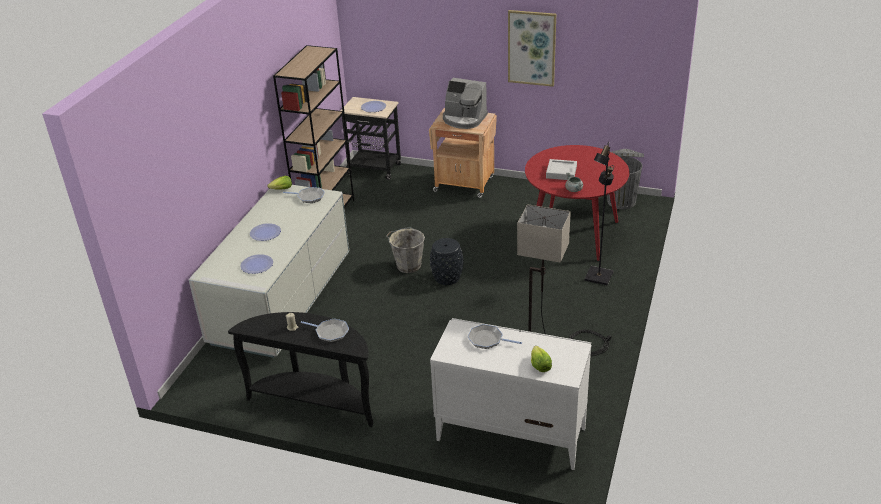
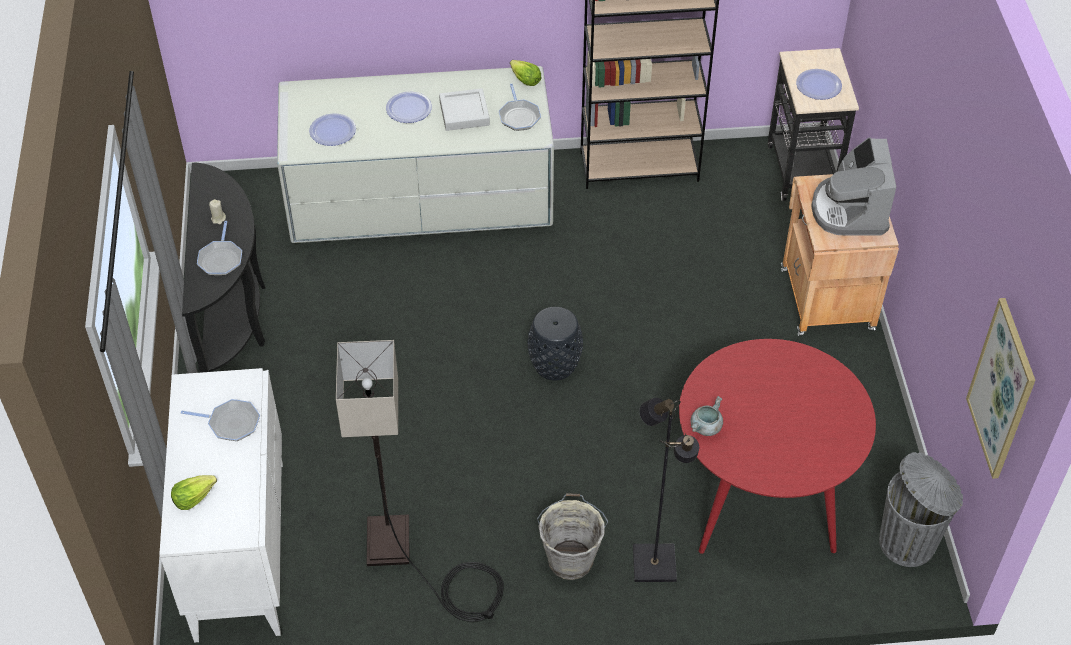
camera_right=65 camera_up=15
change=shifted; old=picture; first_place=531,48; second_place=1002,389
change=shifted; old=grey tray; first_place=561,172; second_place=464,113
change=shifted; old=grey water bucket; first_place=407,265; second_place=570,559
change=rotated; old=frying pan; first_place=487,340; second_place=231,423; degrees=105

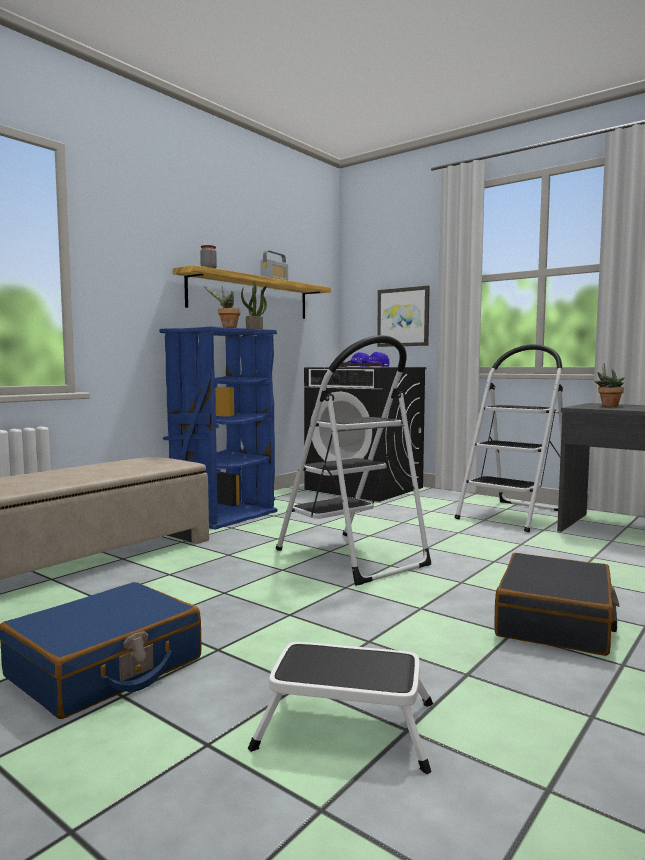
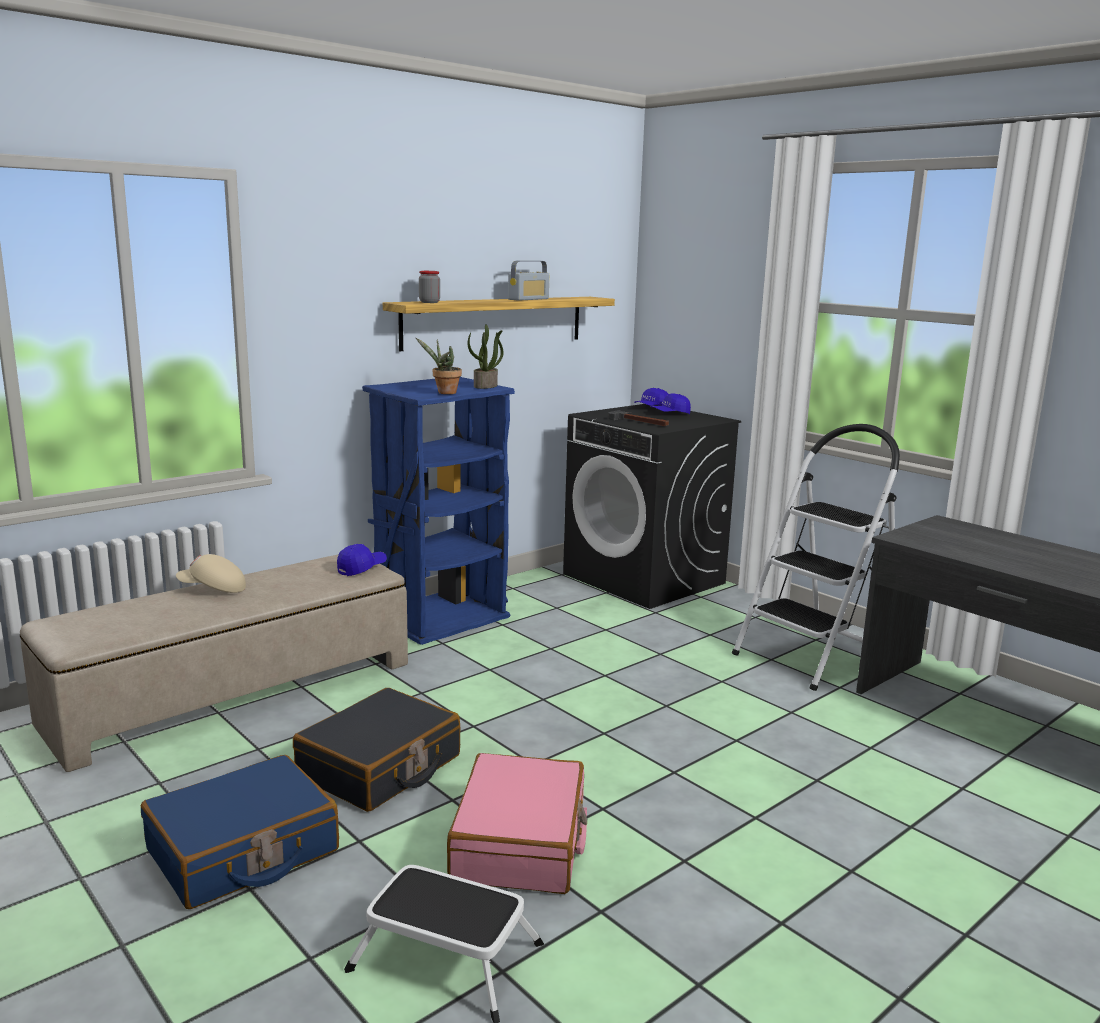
camera_right=10 camera_up=10
change=gone; old=picture; first_place=403,317
change=gone; old=step stool; first_place=352,558
change=gone; old=potted plant; first_place=608,406
change=shifted; old=blackish travel case; first_place=555,621; second_place=380,767
change=new; new=blue peaked cap; second_place=361,568
change=new; new=beige peaked cap; second_place=213,590
change=new; new=pinkish travel case; second_place=520,843

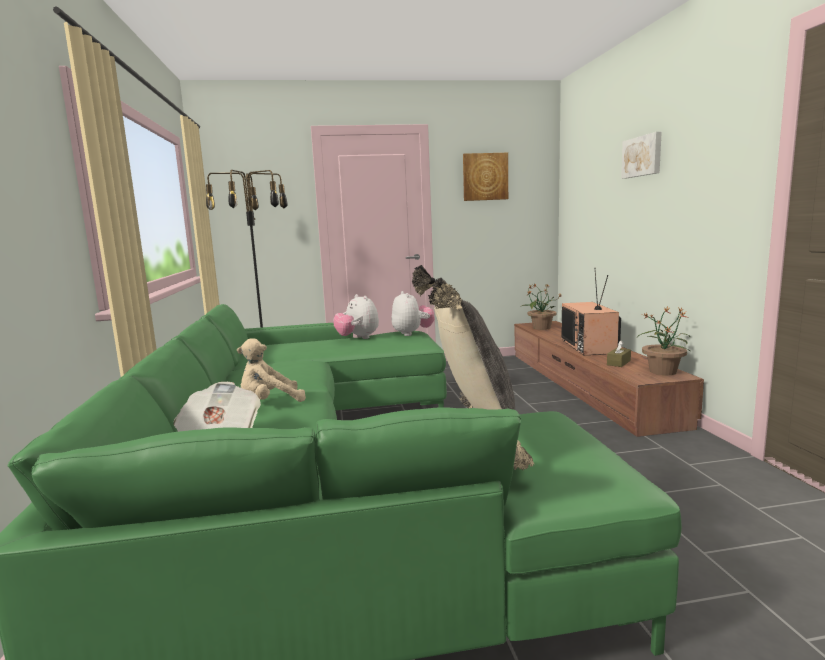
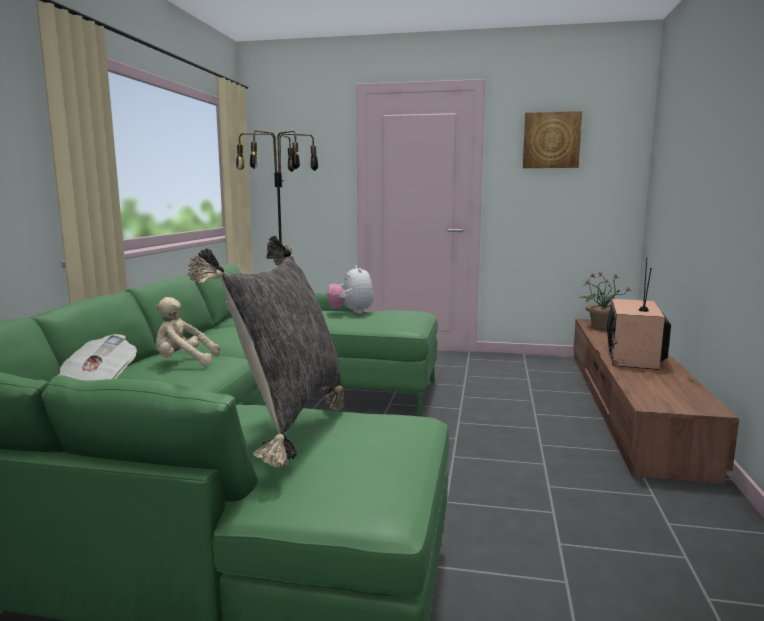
camera_right=20 camera_up=0
change=gone; old=picture; first_place=642,156
change=gone; old=soft toy; first_place=412,333
change=gone; old=potted plant; first_place=662,371
change=gone; old=brownish tissue holder; first_place=618,363

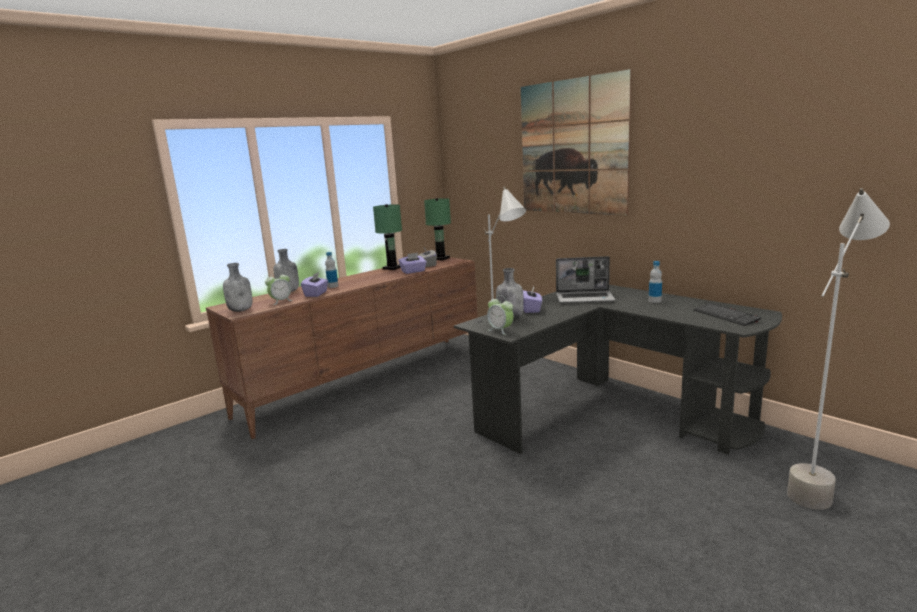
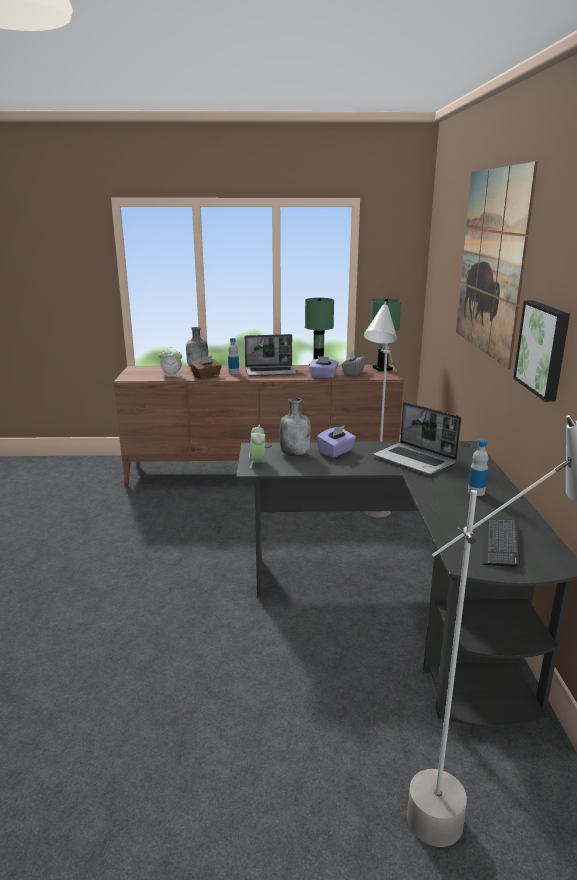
camera_right=40 camera_up=5
change=gone; old=grey drink bottle; first_place=241,310
change=repainted; old=purple tissue holder; new=brownish tissue holder; first_place=316,294; second_place=206,376
change=new; new=picture; second_place=544,349
change=new; new=portable computer; second_place=271,372

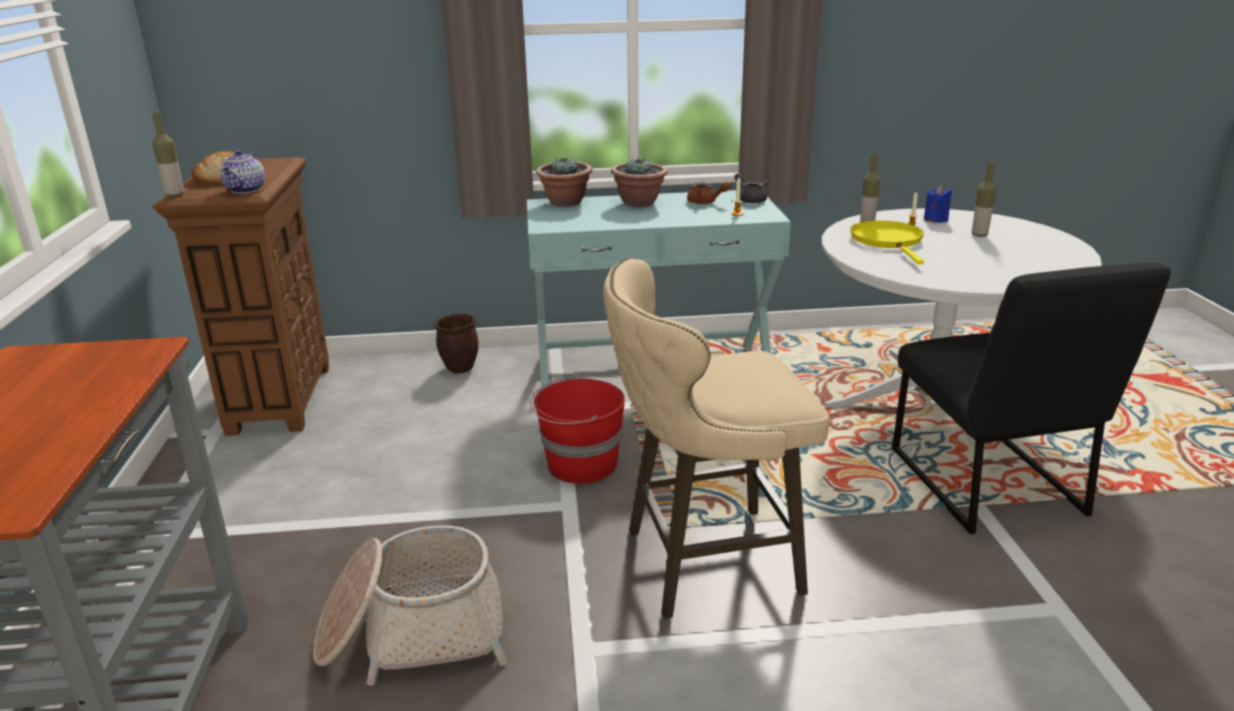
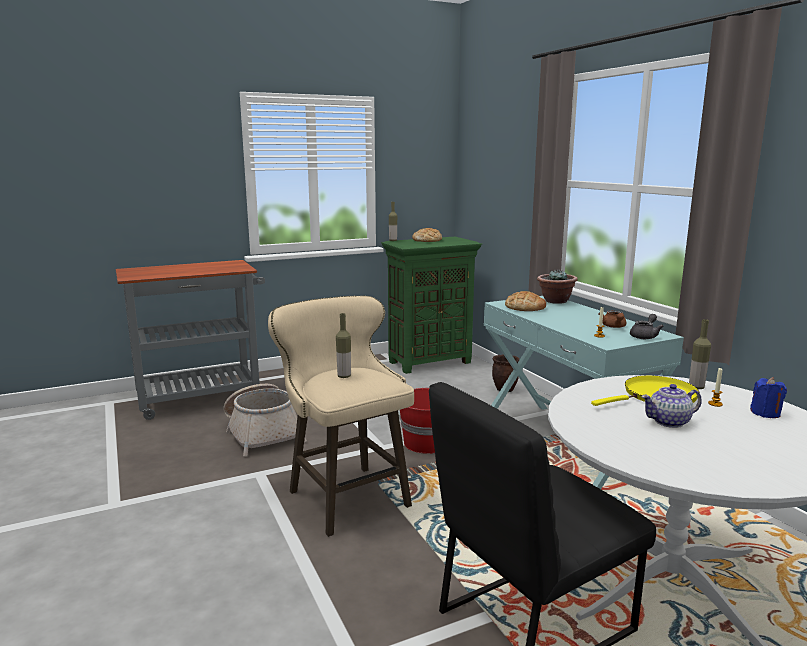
camera_right=70 camera_up=-10
change=shifted; old=teapot; first_place=246,190; second_place=669,422
change=repainted; old=brownish cupboard; new=green-coloured cupboard; first_place=279,399; second_place=430,362
change=gone; old=potted plant; first_place=639,203
change=shifted; old=drink bottle; first_place=979,235; second_place=344,376
change=new; new=bread; second_place=525,307

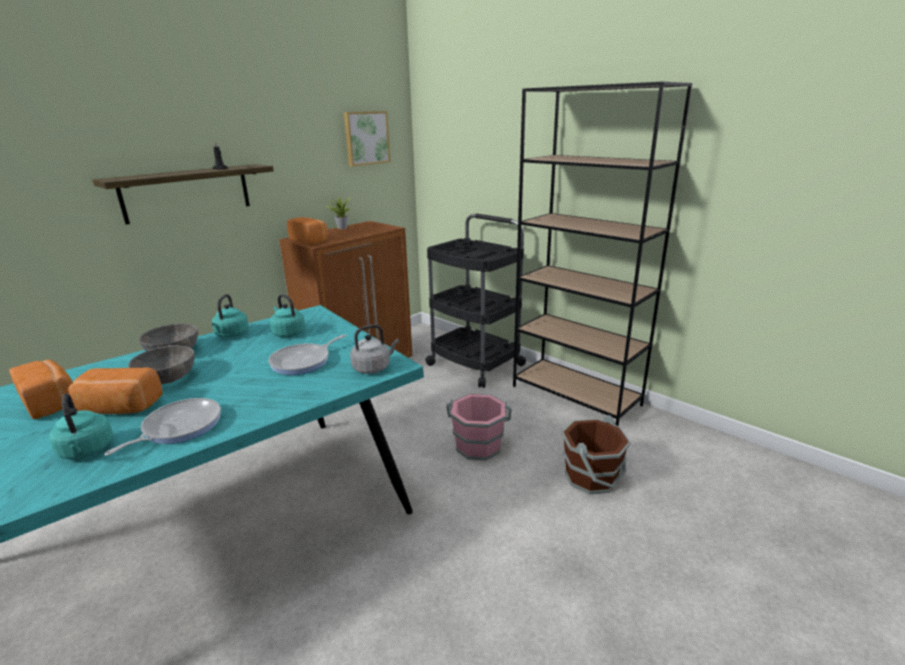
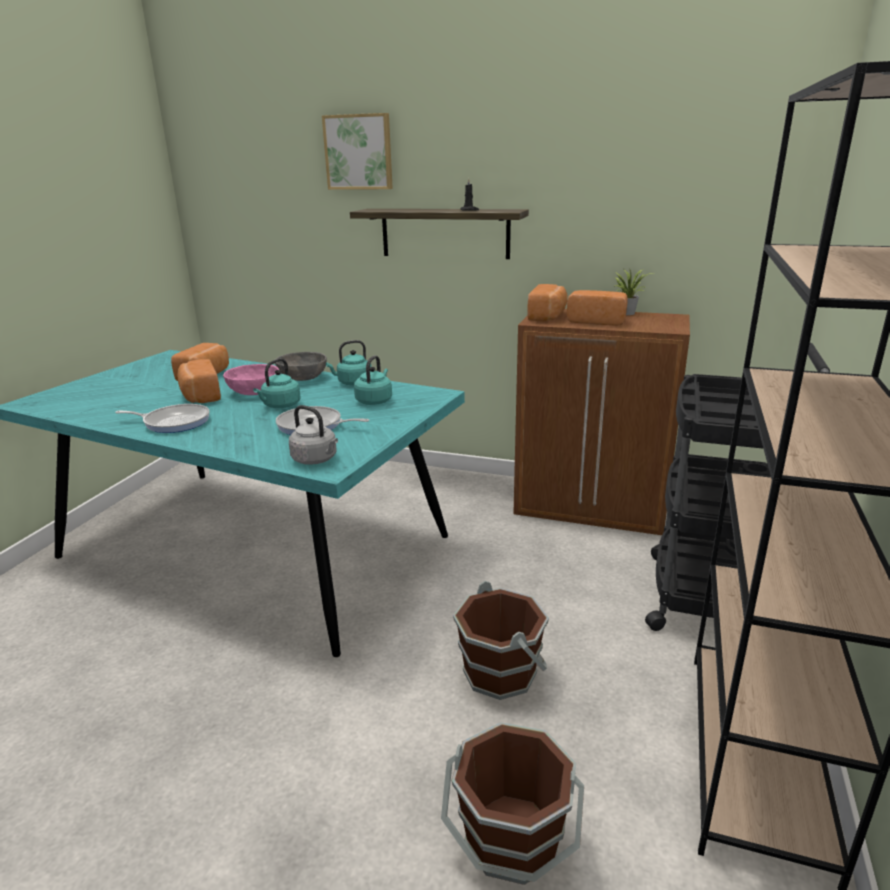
camera_right=65 camera_up=0
change=shifted; old=picture; first_place=366,138; second_place=359,152
change=repainted; old=grey bowl; new=pinkish bowl; first_place=167,378; second_place=254,392
change=shifted; old=turquoise-coloured water kettle; first_place=87,451; second_place=280,406
change=repainted; old=pinkish water bucket; new=brownish water bucket; first_place=478,445; second_place=501,671
change=new; new=bread; second_place=597,321

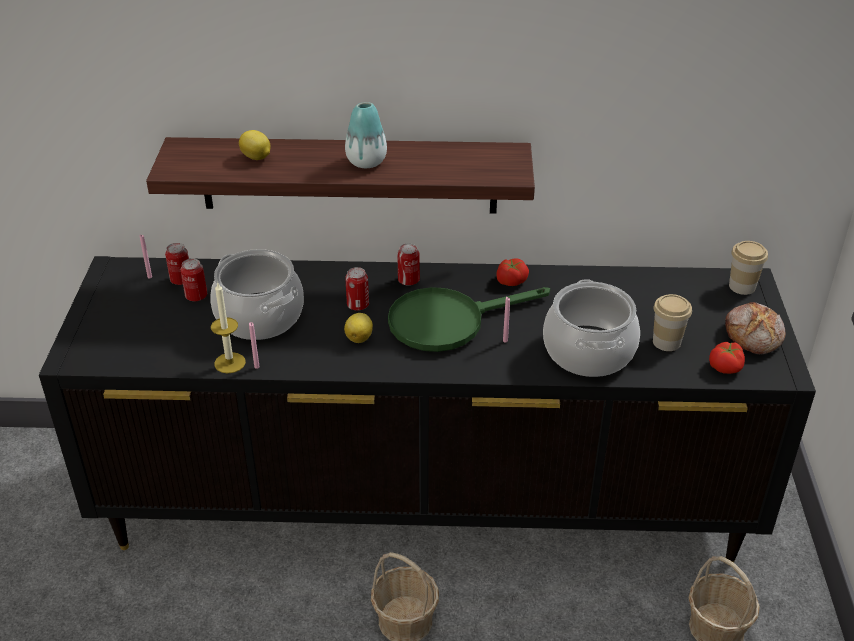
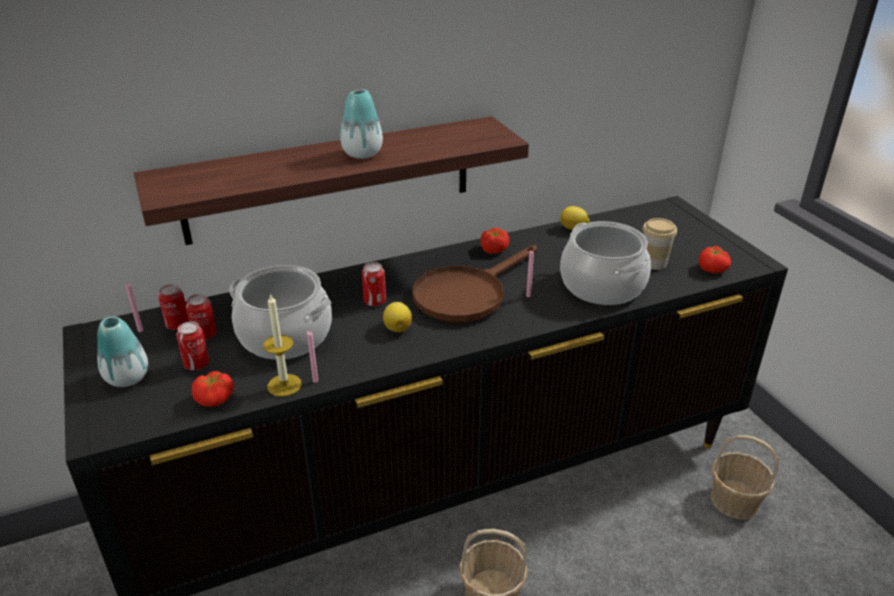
camera_right=-25 camera_up=-5
change=shifted; old=citrus fruit; first_place=256,158; second_place=573,228
change=gone; old=drinking cup; first_place=742,286
change=shifted; old=can; first_place=408,280; second_place=196,364
change=repainted; old=green-coloured frying pan; new=brownish frying pan; first_place=448,321; second_place=467,293
change=gone; old=bread; first_place=754,336
change=new; new=flower vase; second_place=127,378
change=new; new=tomato; second_place=215,399

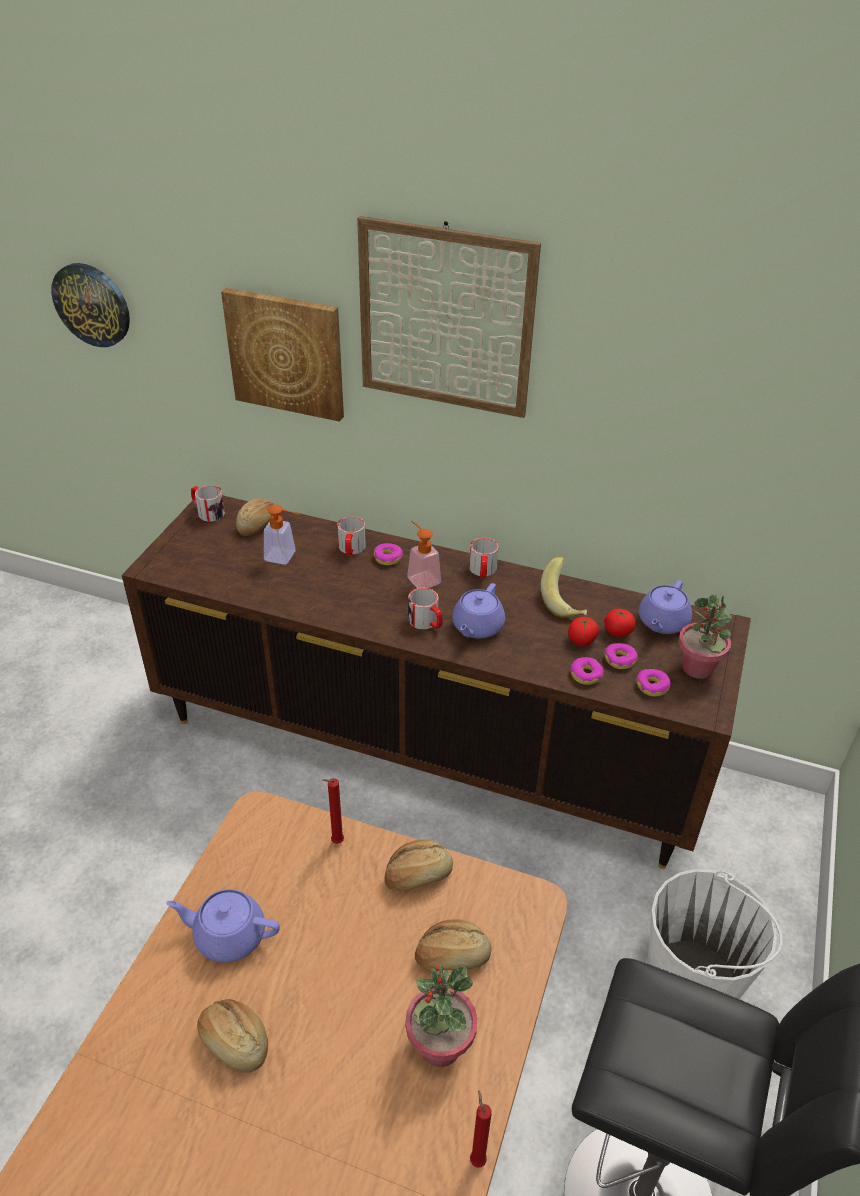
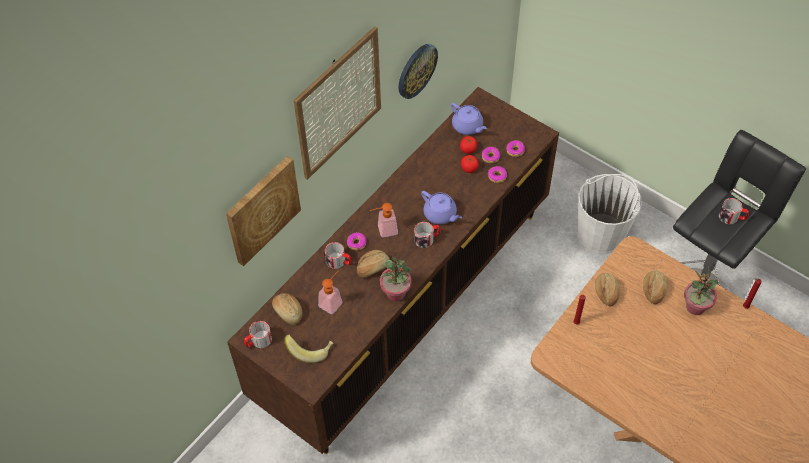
camera_right=-70 camera_up=15
change=shifted; old=hanging clock; first_place=92,304; second_place=416,70
change=shifted; old=tea mug; first_place=482,571; second_place=732,217
change=shifted; old=banana; first_place=564,602; second_place=310,350
change=shifted; old=potted plant; first_place=697,668; second_place=396,293
change=gone; old=purple teapot; first_place=228,935
change=shifted; old=bread; first_place=235,1041; second_place=372,267

